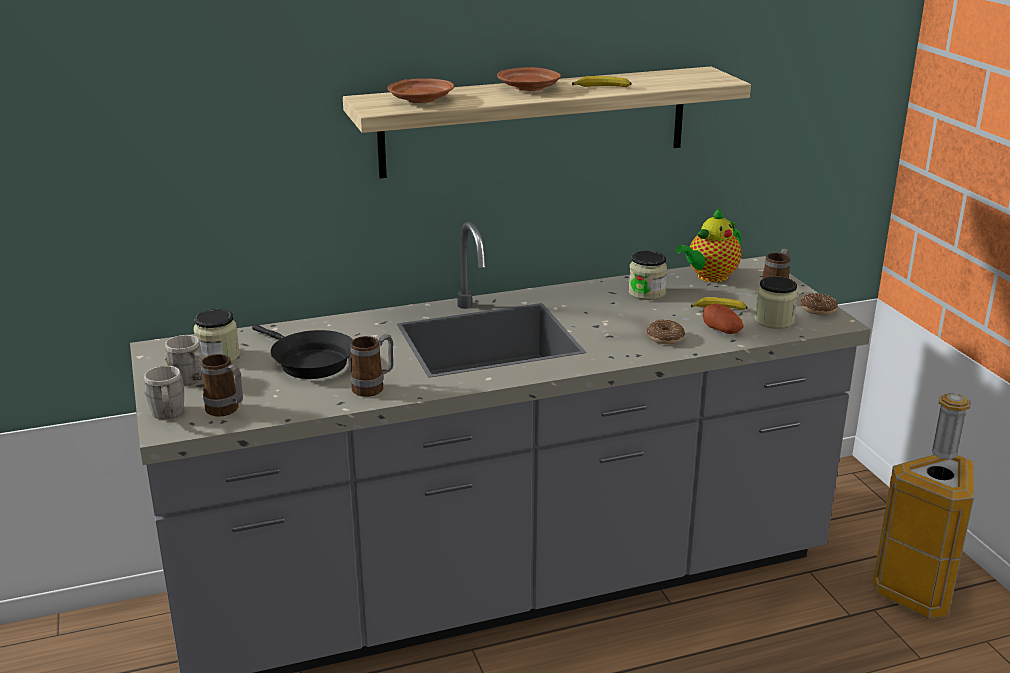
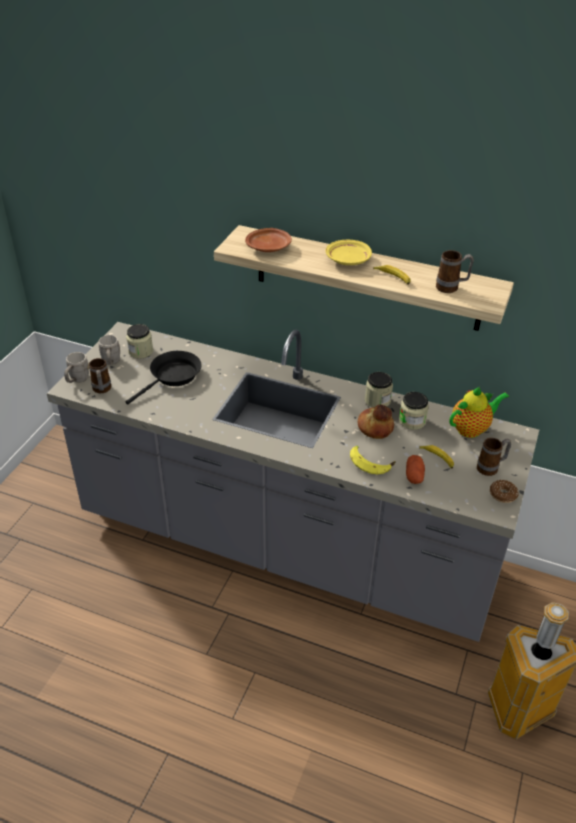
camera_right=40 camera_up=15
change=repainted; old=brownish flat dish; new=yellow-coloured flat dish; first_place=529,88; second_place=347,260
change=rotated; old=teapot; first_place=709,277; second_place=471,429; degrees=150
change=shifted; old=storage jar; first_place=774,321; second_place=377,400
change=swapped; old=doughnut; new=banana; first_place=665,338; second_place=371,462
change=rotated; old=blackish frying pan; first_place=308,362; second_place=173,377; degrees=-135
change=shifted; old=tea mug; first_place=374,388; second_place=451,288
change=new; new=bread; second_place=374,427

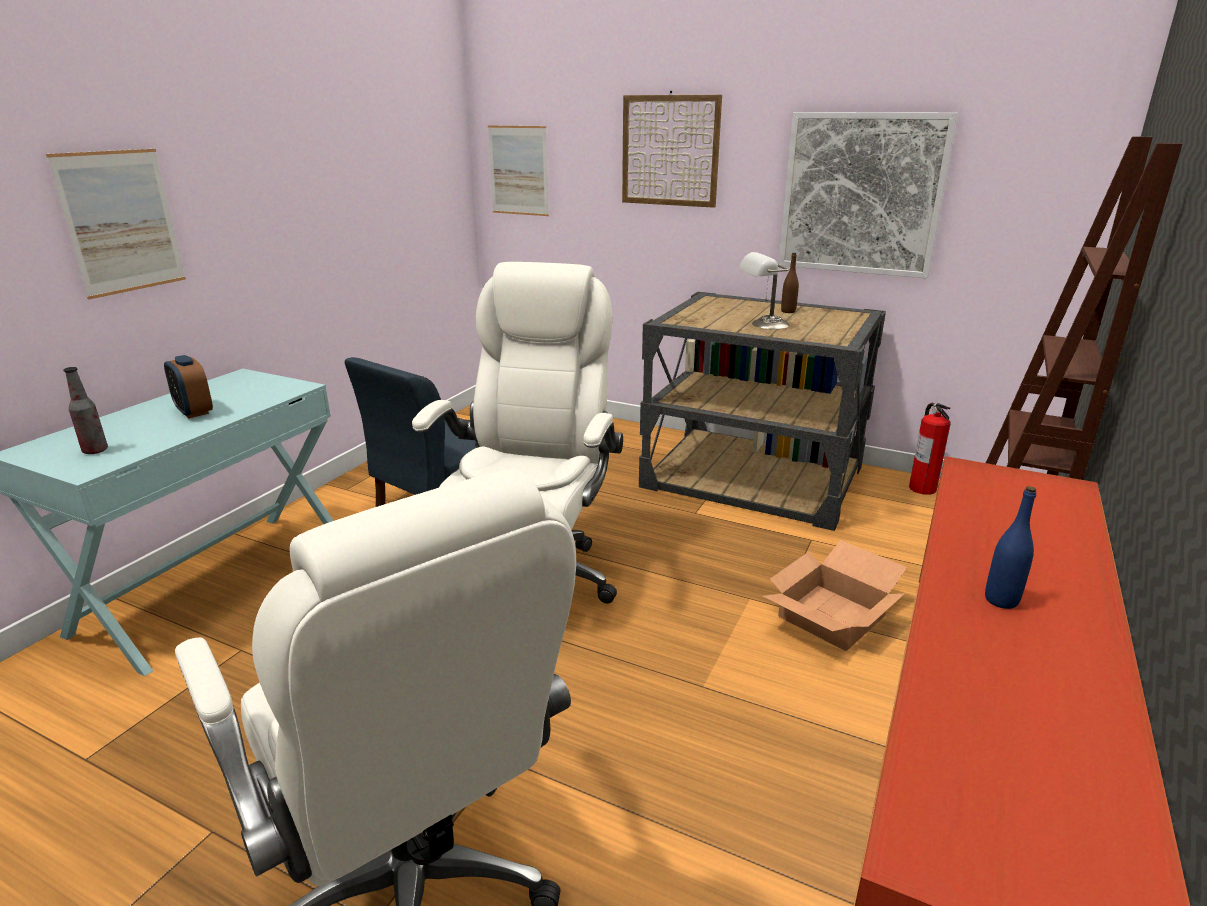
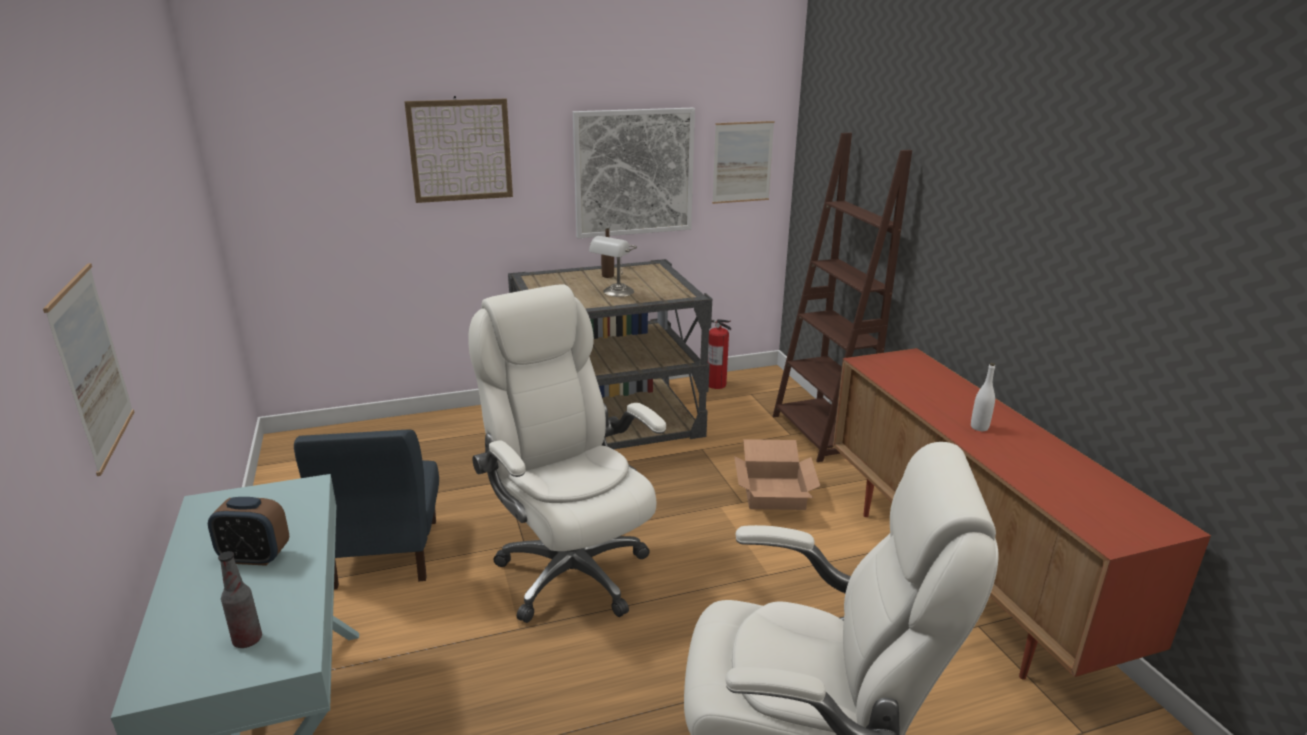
camera_right=-45 camera_up=0
change=shifted; old=picture; first_place=518,171; second_place=742,162
change=repainted; old=blue drink bottle; new=whitish drink bottle; first_place=1001,600; second_place=979,427

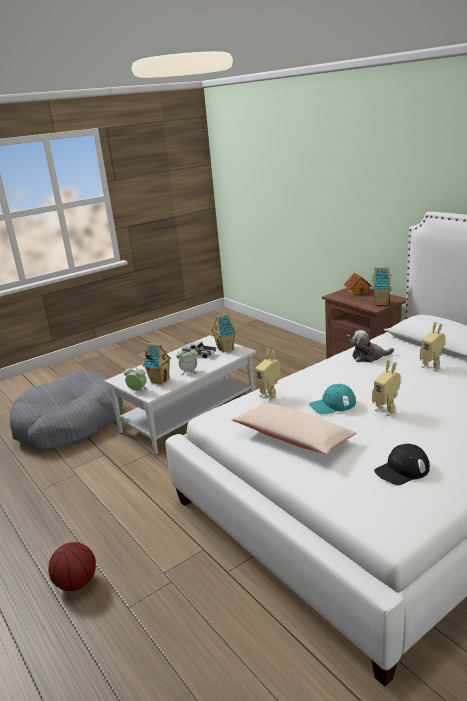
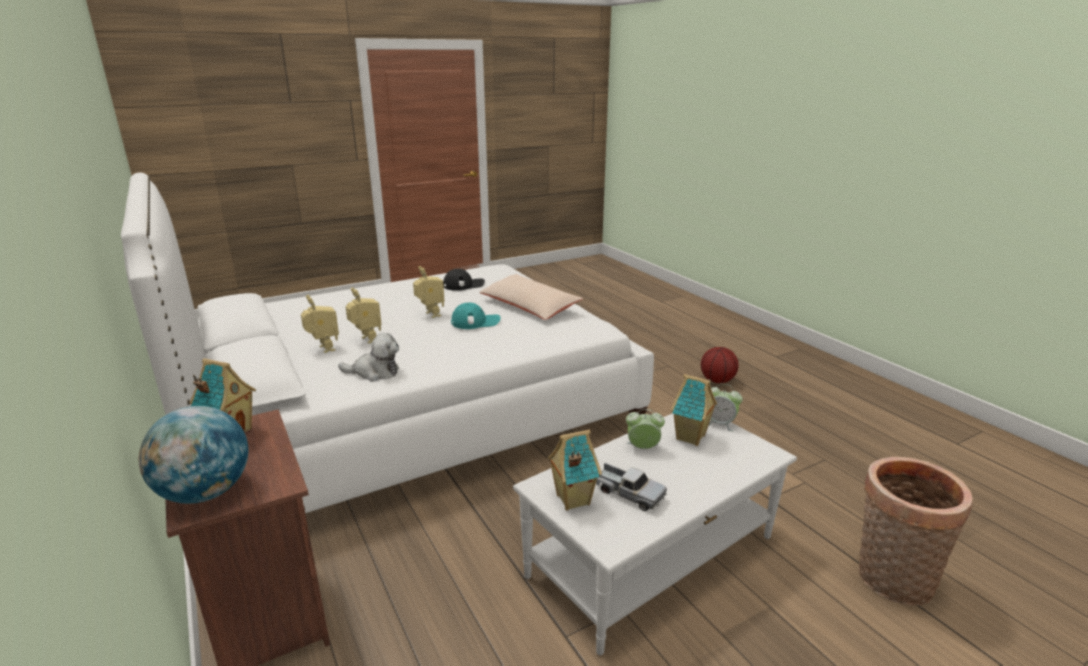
camera_right=-175 camera_up=0
change=swapped; old=toy house; new=world globe; first_place=357,291; second_place=205,493
change=shifted; old=toy robot; first_place=269,395; second_place=366,340
change=swapped; old=grey pet bed; new=basket; first_place=69,423; second_place=890,581

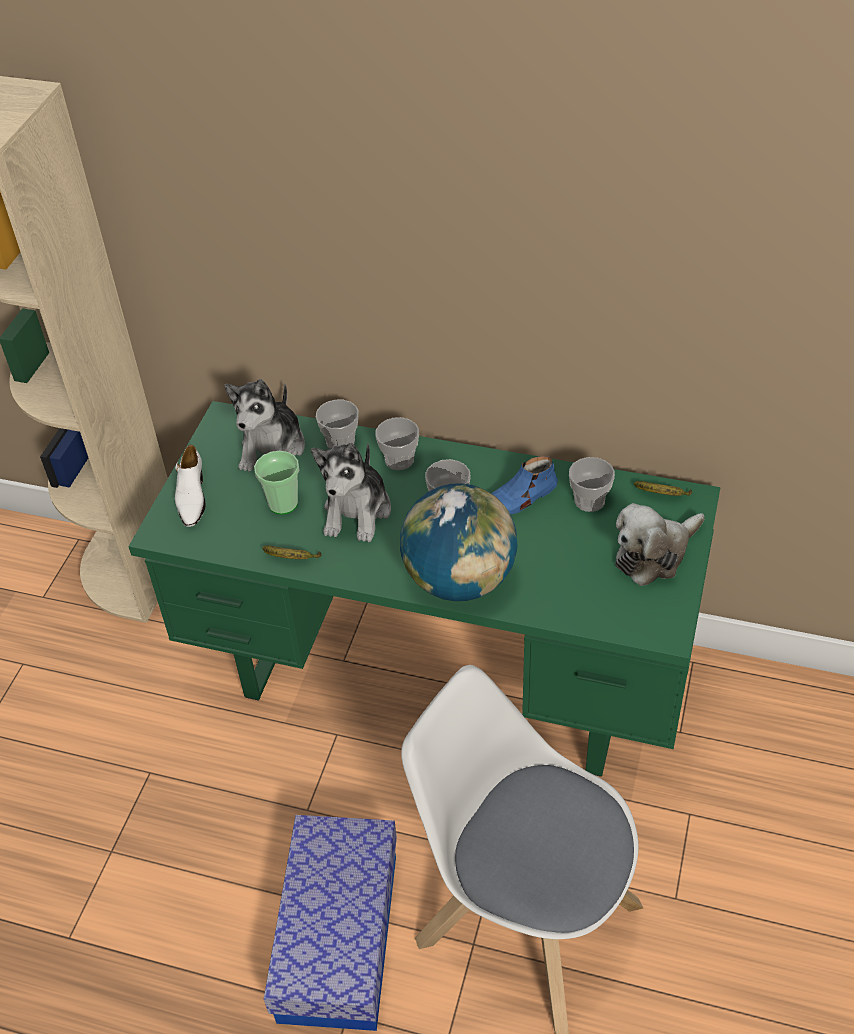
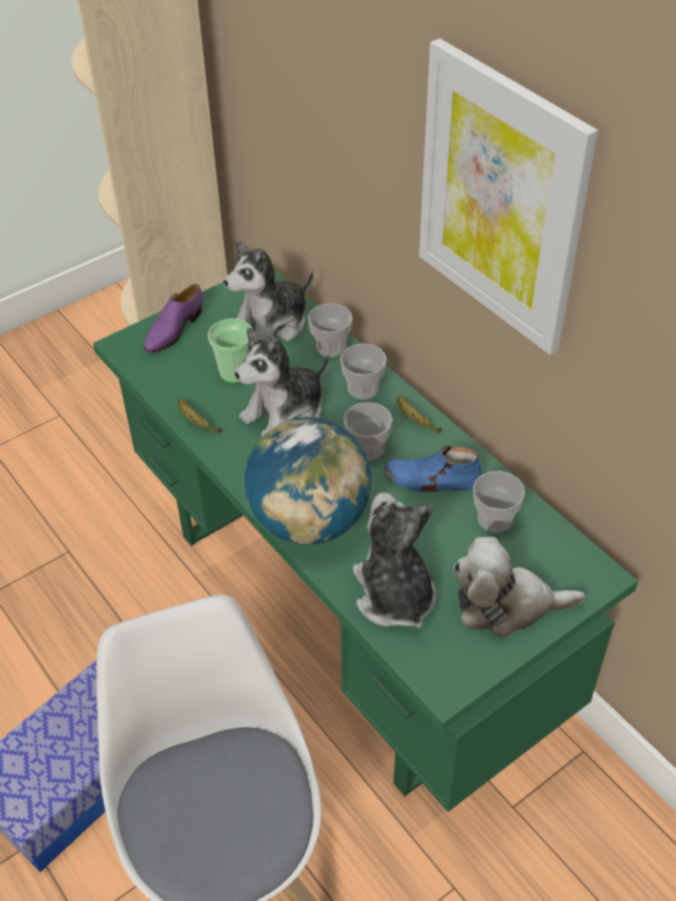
camera_right=35 camera_up=0
change=repainted; old=whitish item of footwear; new=purple item of footwear; first_place=191,497; second_place=173,330
change=shifted; old=banana; first_place=662,495; second_place=415,420
change=new; new=picture; second_place=501,199
change=new; new=soft toy; second_place=394,595

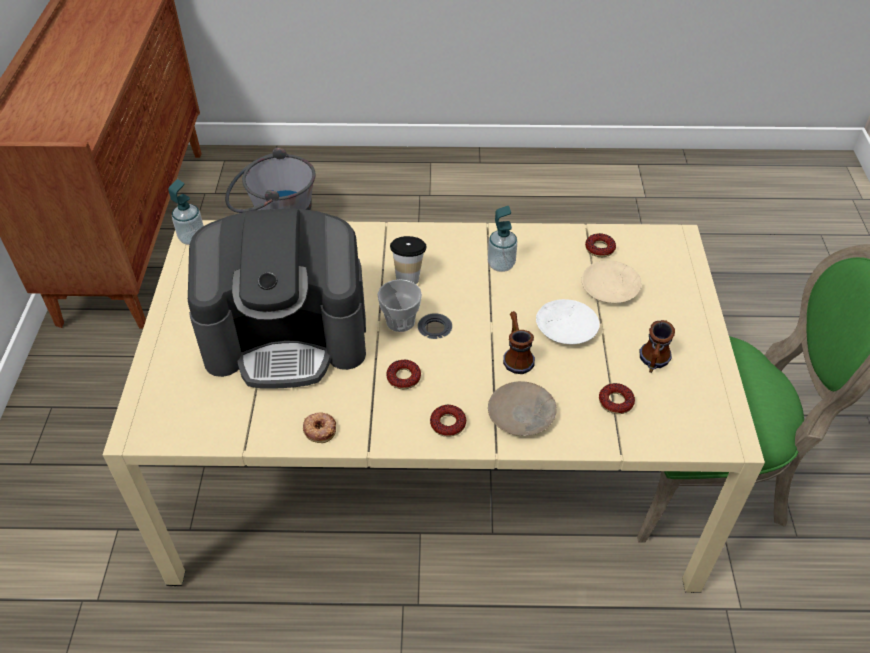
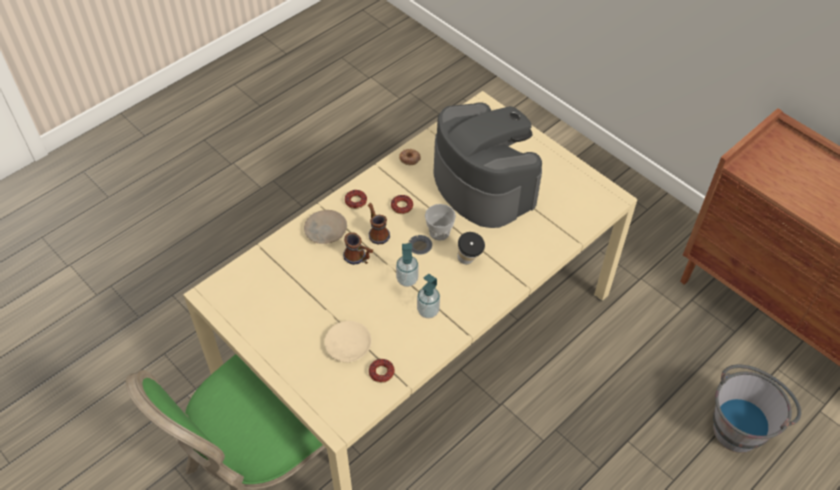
camera_right=135 camera_up=5
change=shifted; old=liquid soap bottle; first_place=192,238; second_place=407,279
change=rotated; old=coffee machine; first_place=288,335; second_place=483,185; degrees=105
change=gone; old=whitish flat dish; first_place=565,327
change=shifted; old=tea mug; first_place=652,363; second_place=377,232
change=gone; old=doughnut; first_place=615,402

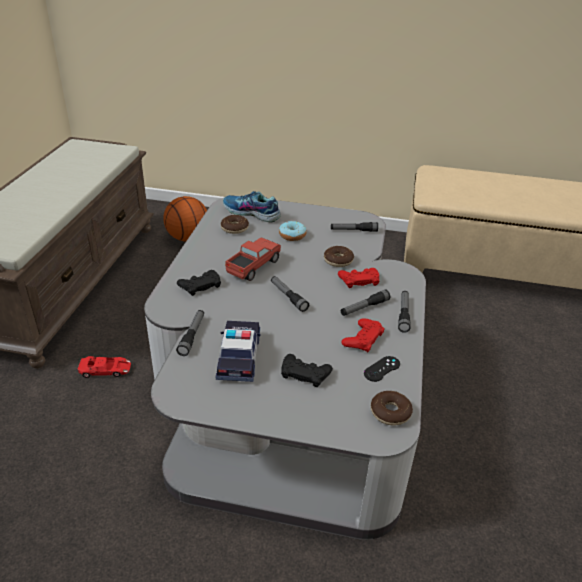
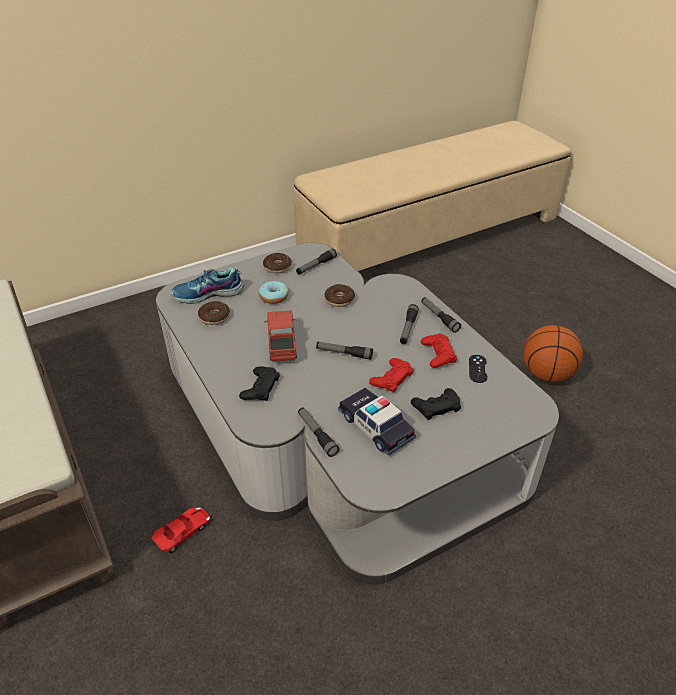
camera_right=-40 camera_up=5
change=shifted; old=basketball; first_place=187,238; second_place=547,374
change=shifted; old=red joypad; first_place=359,280; second_place=391,378
change=shifted; old=doughnut; first_place=390,413; second_place=277,267

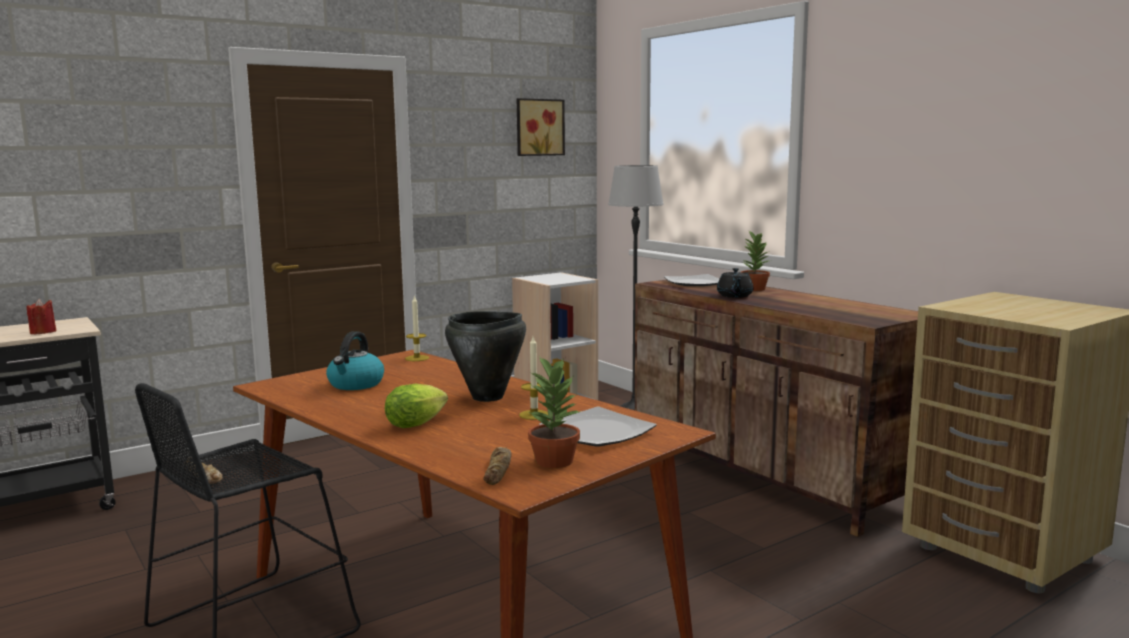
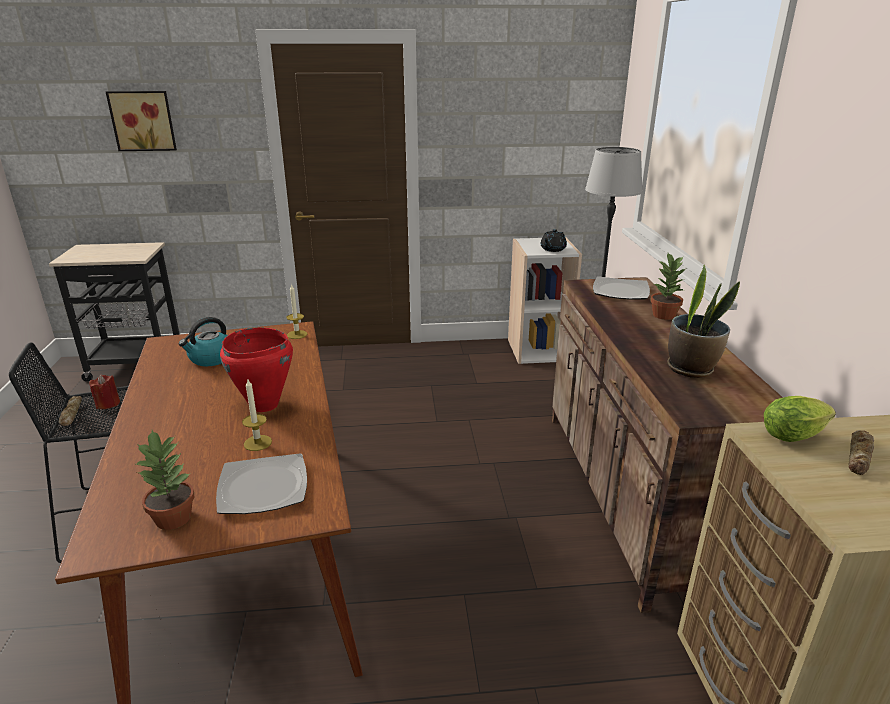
camera_right=30 camera_up=15
change=shifted; old=picture; first_place=538,127; second_place=143,121
change=shifted; old=blackish teapot; first_place=734,296; second_place=552,249
change=shifted; old=red candle; first_place=43,332; second_place=108,404
change=repainted; old=blackish saucepot; new=red saucepot; first_place=488,397; second_place=264,405
change=shifted; old=head of lettuce; first_place=418,423; second_place=795,435
change=shifted; old=bread; first_place=498,471; second_place=859,456
change=new; new=potted plant; second_place=691,368

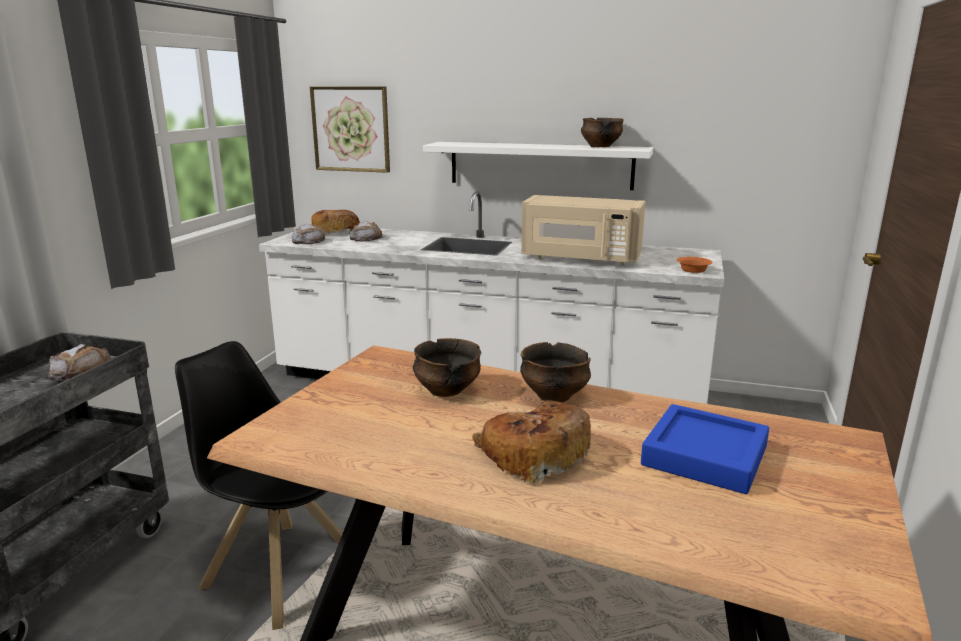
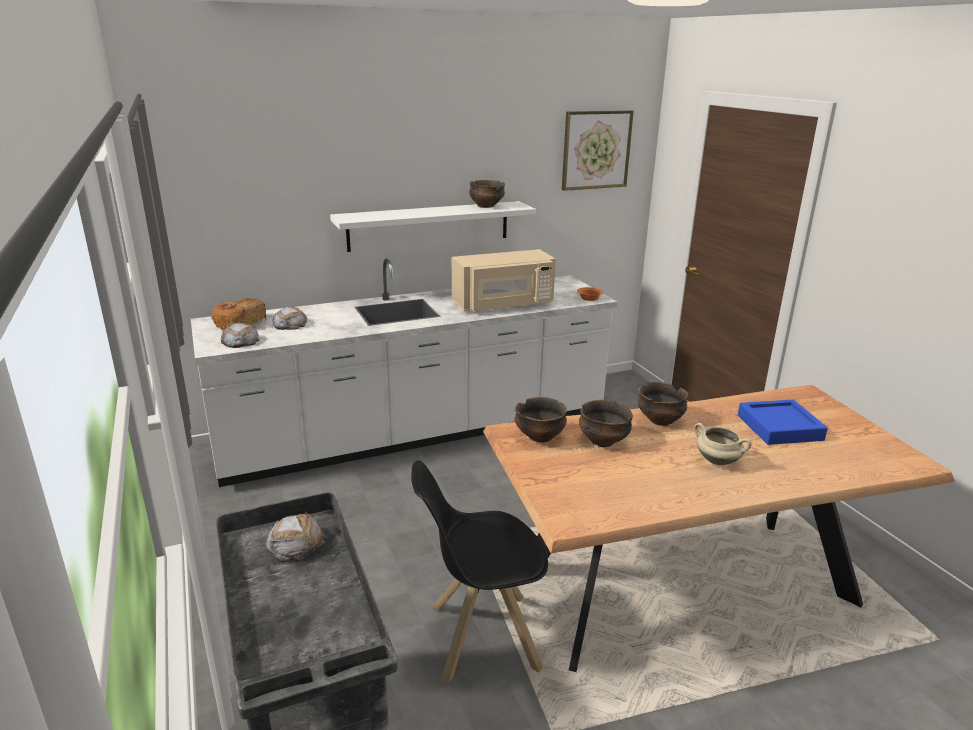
camera_right=-40 camera_up=5
change=shifted; old=picture; first_place=351,129; second_place=596,150
change=swapped; old=bread; new=beige saucepot; first_place=533,454; second_place=718,461
change=new; new=bowl; second_place=540,437

